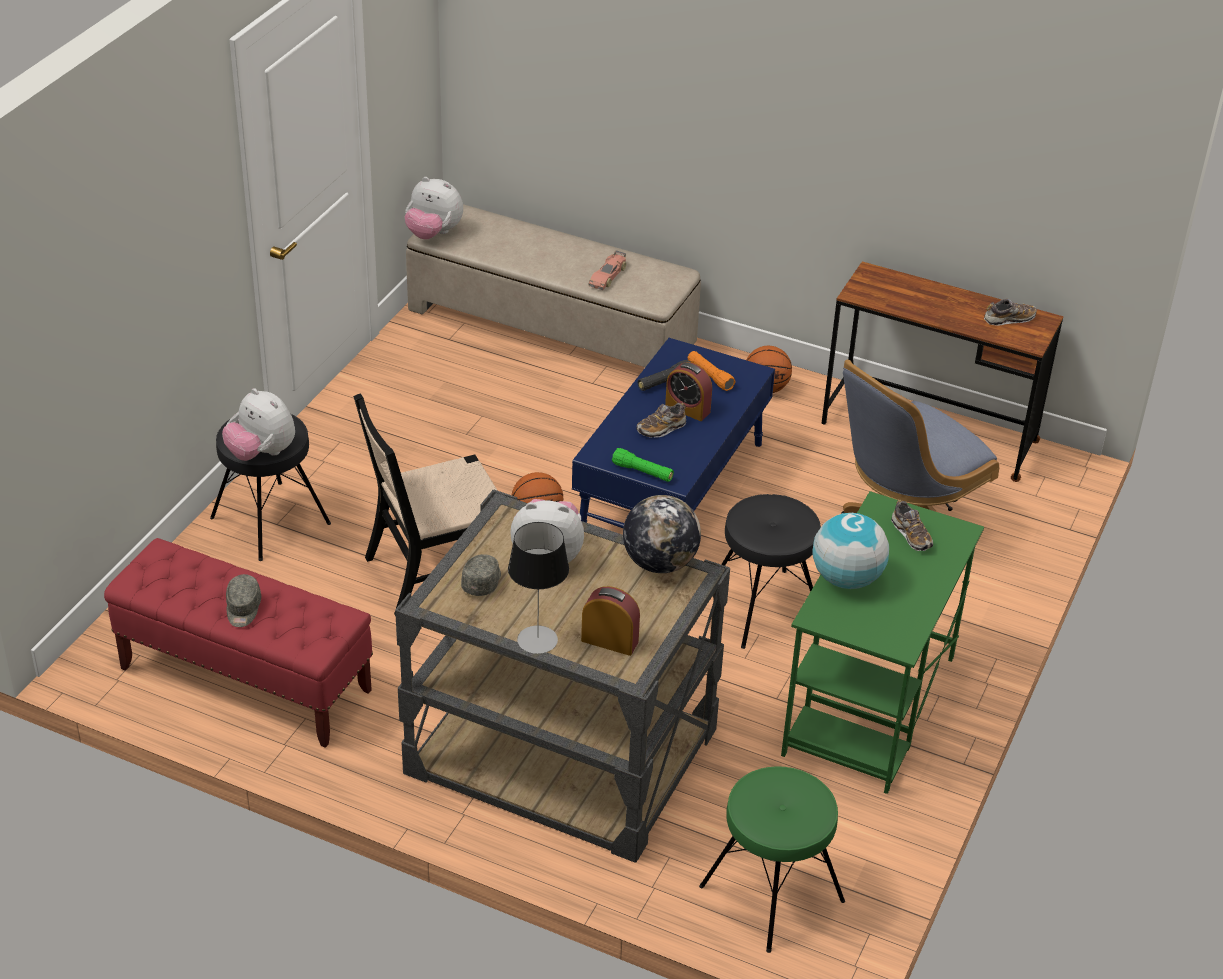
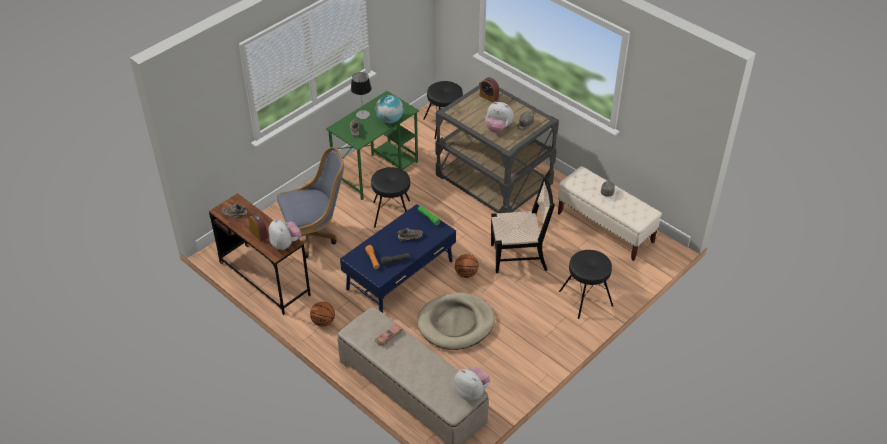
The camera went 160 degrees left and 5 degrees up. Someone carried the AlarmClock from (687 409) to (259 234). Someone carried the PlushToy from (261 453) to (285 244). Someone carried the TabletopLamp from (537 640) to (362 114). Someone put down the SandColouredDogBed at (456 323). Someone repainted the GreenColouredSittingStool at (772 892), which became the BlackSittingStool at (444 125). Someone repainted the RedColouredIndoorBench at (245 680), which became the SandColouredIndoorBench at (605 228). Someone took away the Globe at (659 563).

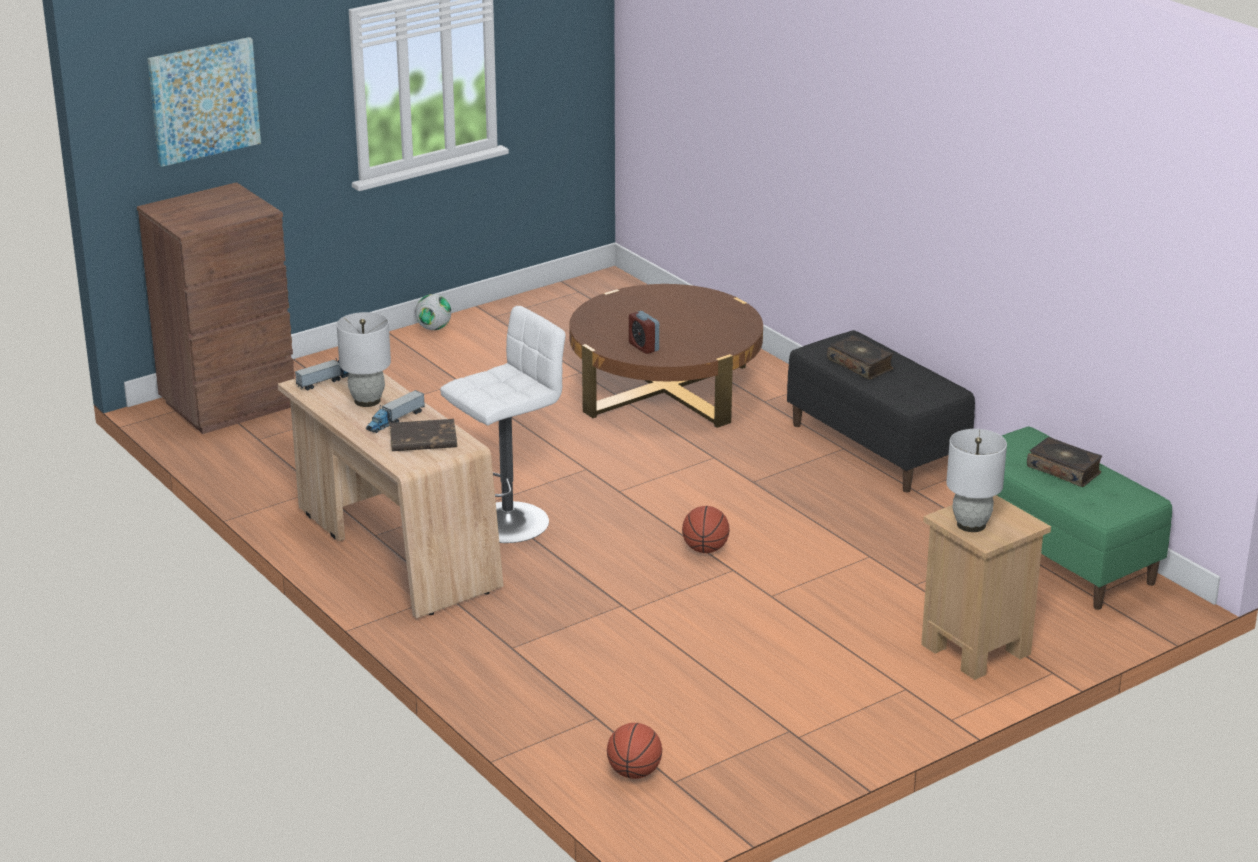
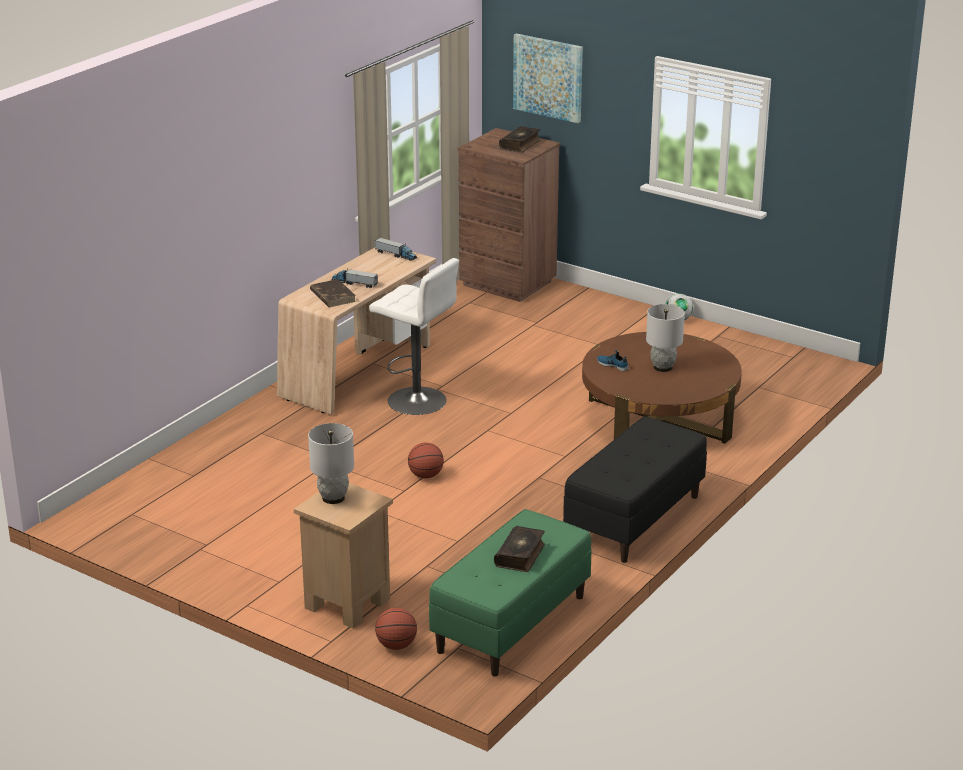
The camera went 70 degrees right and 0 degrees up. Someone carried the Basketball from (634 773) to (396 645). Someone carried the Volume from (860 364) to (520 145). Someone swapped the AlarmClock at (643 347) for the LowShoe at (613 365). Someone carried the WhiteColouredTabletopLamp from (367 401) to (663 367).

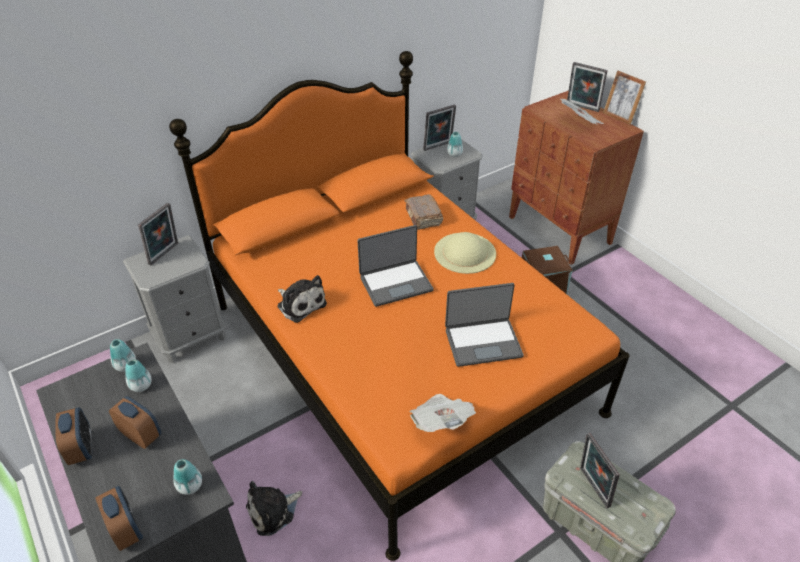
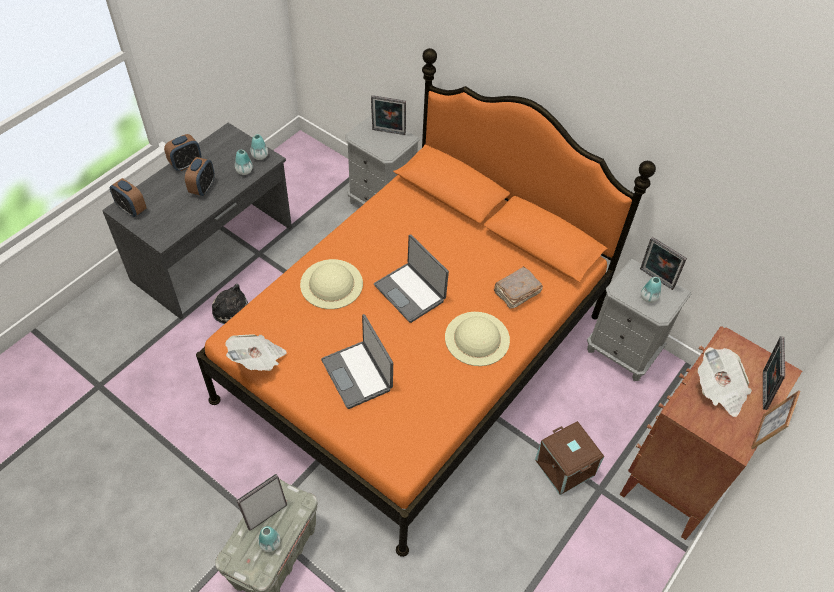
The camera went 70 degrees right and 10 degrees up. Someone rotated the AlarmClock at (127 530) by 90 degrees clockwise. Someone carried the DecorativeVase from (190 486) to (270 543). Someone put down the SandColouredWearableHat at (331 284). Someone took away the PlushToy at (300 304).

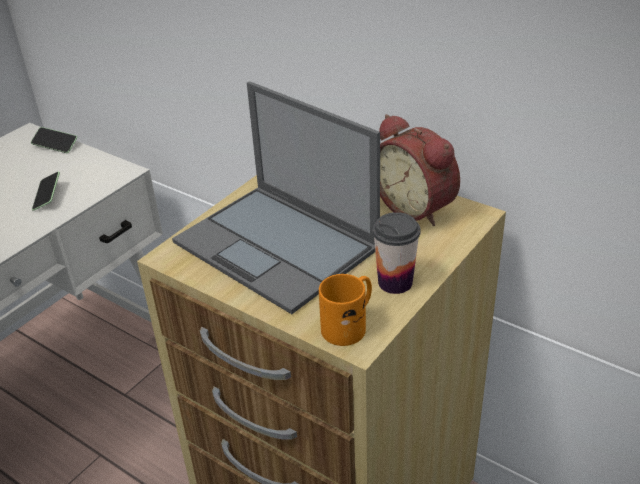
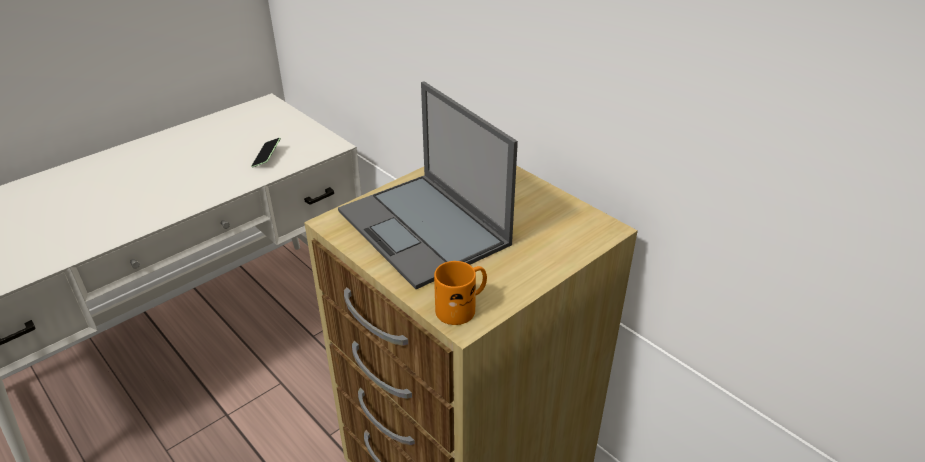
The camera went 10 degrees right and 0 degrees up. Someone took away the Telephone at (55 146). Someone took away the SmallCup at (395 282). Someone took away the AlarmClock at (417 207).

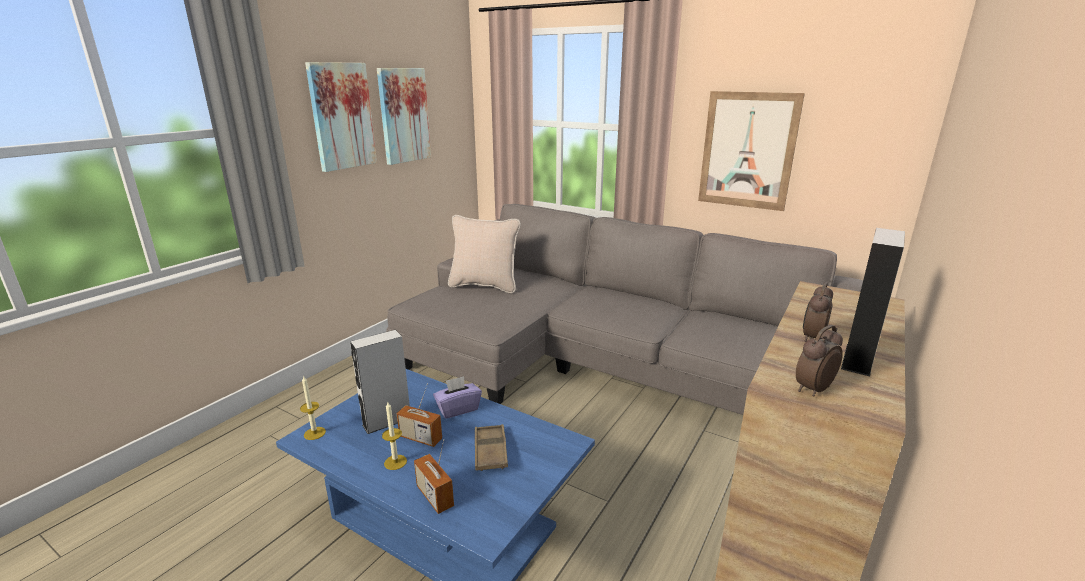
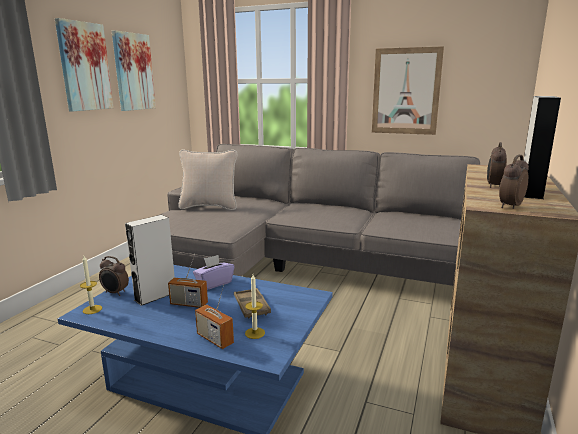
The camera went 10 degrees left and 5 degrees down. Someone put down the AlarmClock at (115 293). Someone carried the WaxCandle from (395 462) to (255 333).

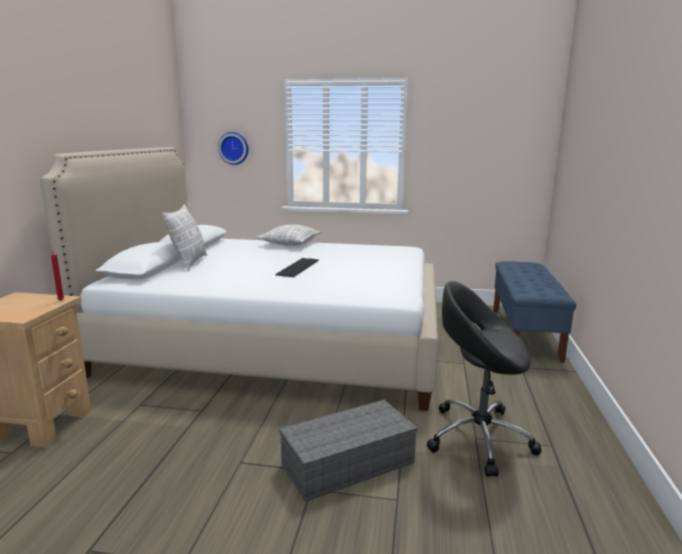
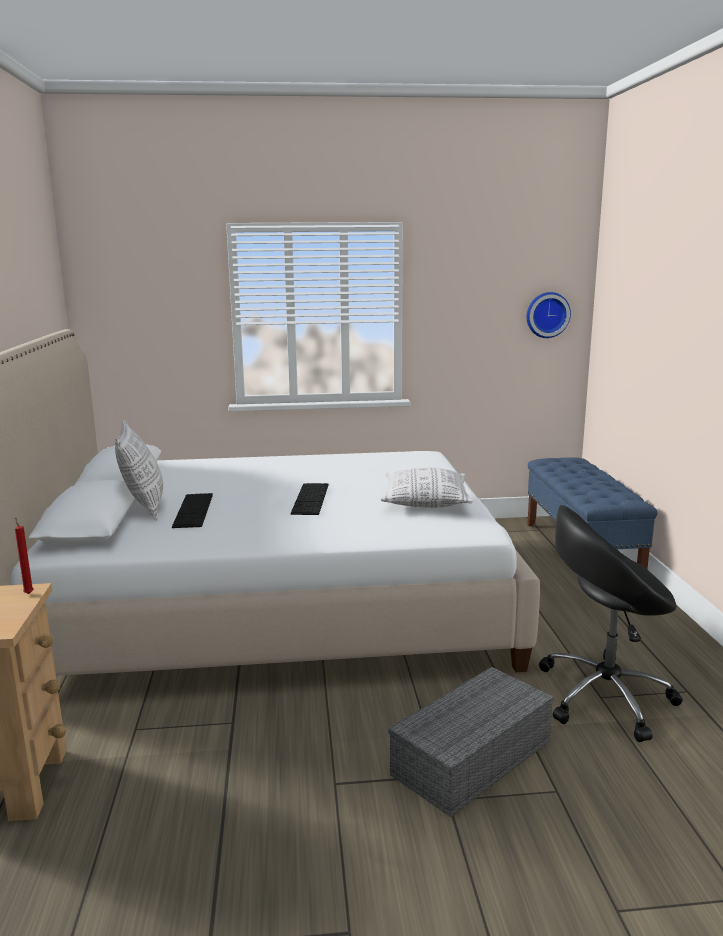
The camera went 15 degrees left and 0 degrees up. Someone put down the Keyboard at (193 510). Someone carried the ThrowPillow from (290 244) to (425 502). Someone carried the HangingClock from (234 148) to (547 314).

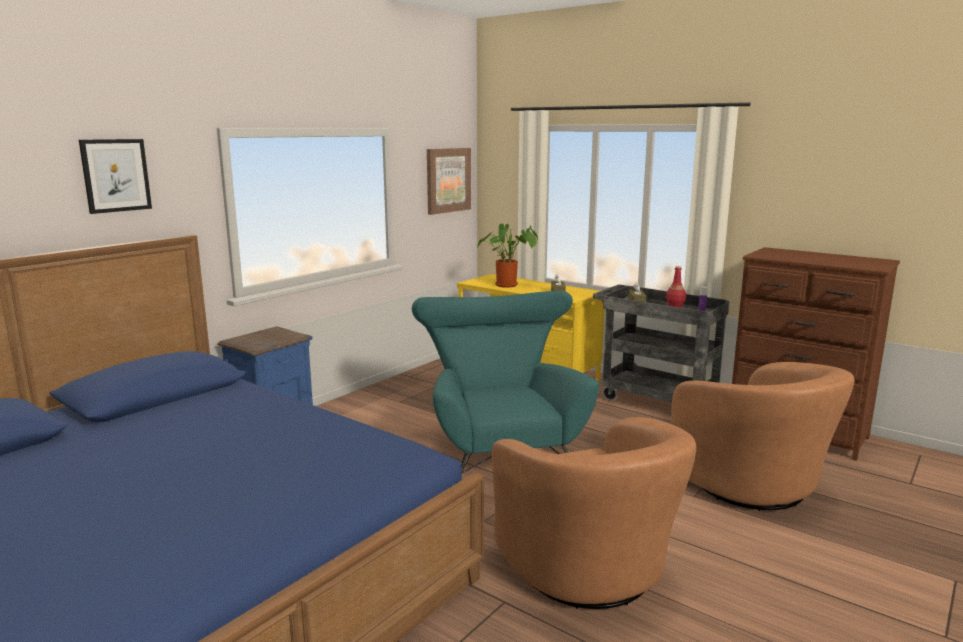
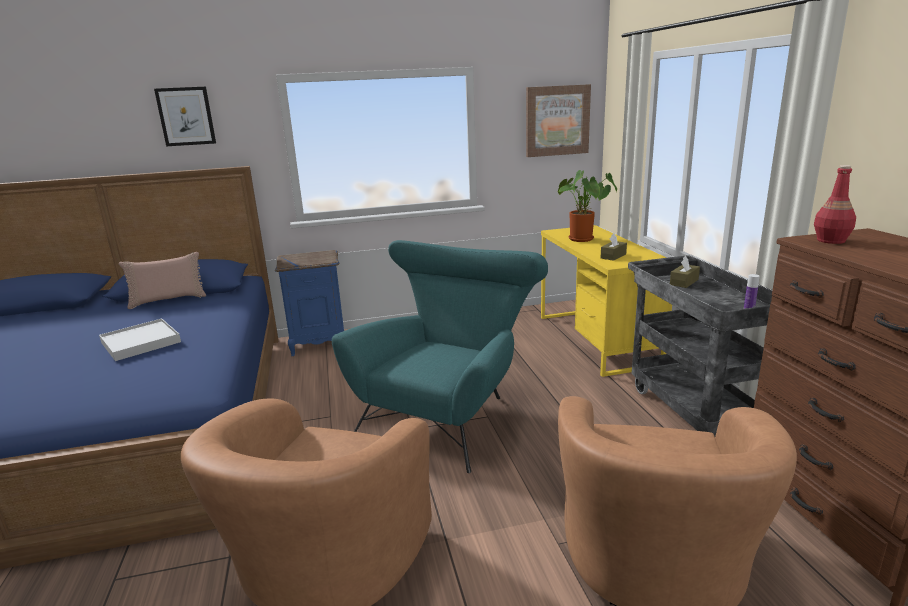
The camera went 40 degrees right and 5 degrees up. Someone put down the WhiteColouredTray at (140 342). Someone put down the SandColouredThrowPillow at (168 300). Someone carried the RedColouredDrinkBottle from (675 306) to (830 240).

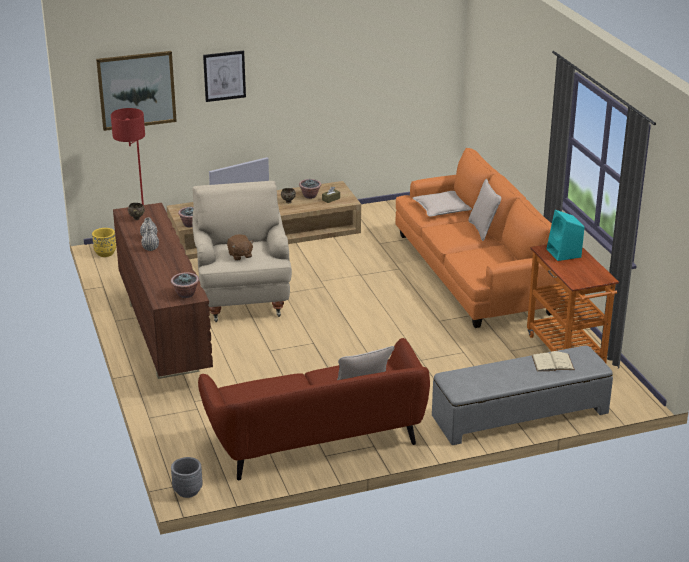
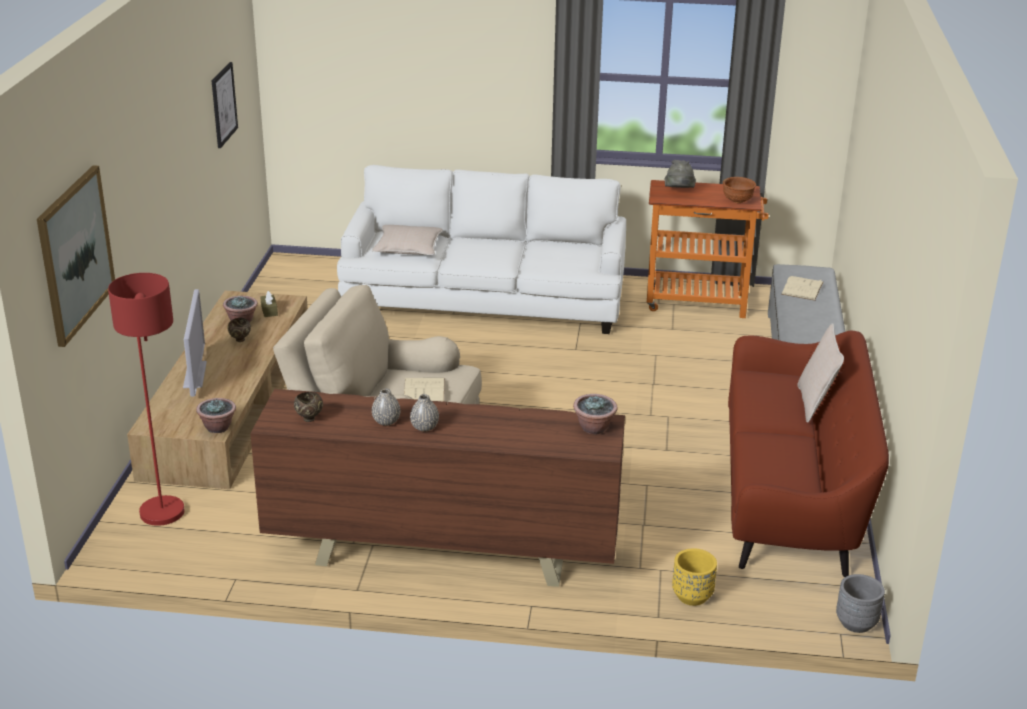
The camera went 65 degrees left and 0 degrees up. Someone carried the WallPicture from (224 76) to (223 104). Someone repainted the OrangeColouredSettee at (472 273), which became the WhiteColouredSettee at (484 301). Someone swapped the BrownColouredPlushToy at (240 255) for the SandColouredVolume at (424 392). Someone swapped the TurquoiseSpeaker at (564 253) for the GrayWearableHat at (679 192). Someone carried the YellowColouredFlowerPot from (105 253) to (692 596). Someone put down the BrownColouredDeepDish at (737 201). Someone took away the SandColouredThrowPillow at (483 230).

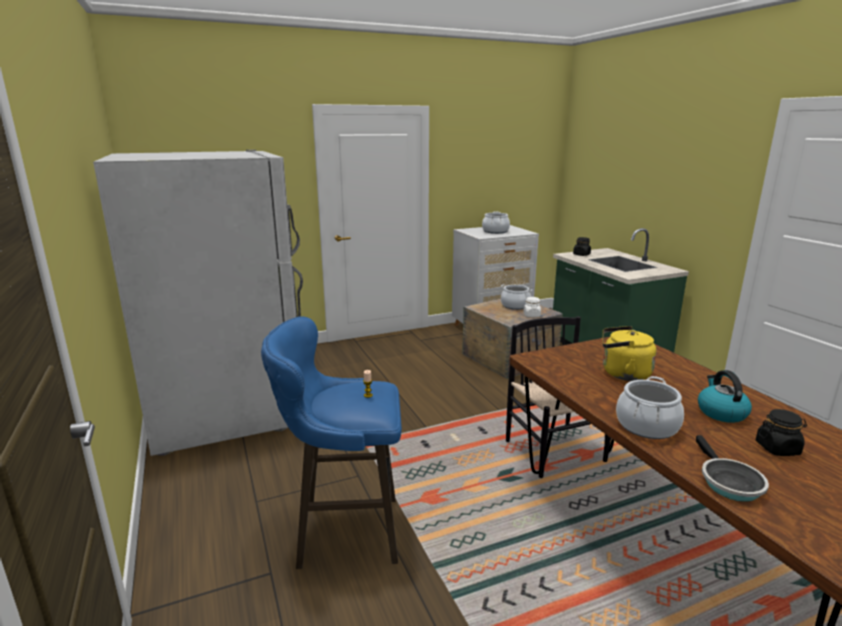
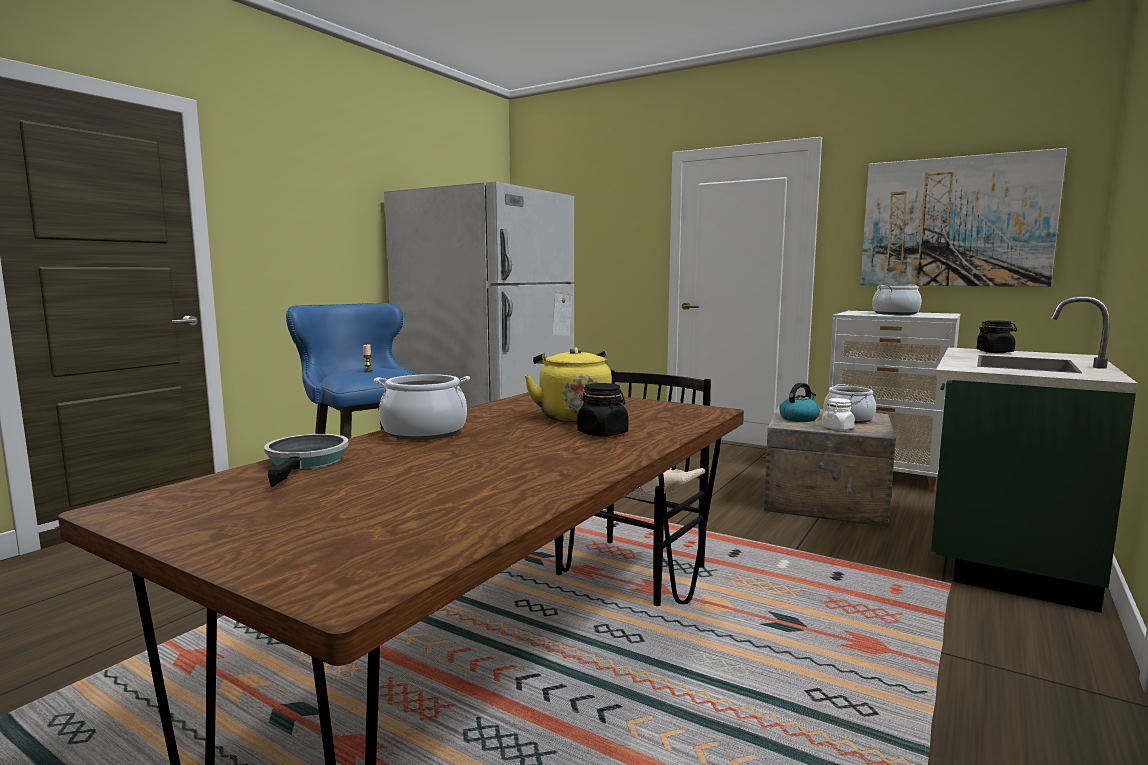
The camera went 55 degrees right and 10 degrees down. Someone rotated the Pan at (728 482) by 120 degrees clockwise. Someone carried the BlackPreserveJar from (777 448) to (603 433). Someone carried the WaterKettle from (721 412) to (799 418). Someone put up the WallPicture at (955 222).

